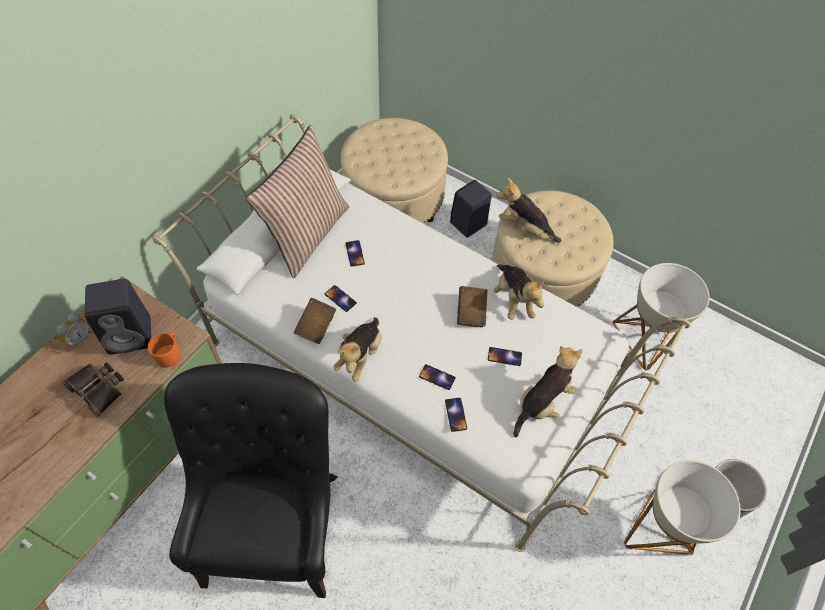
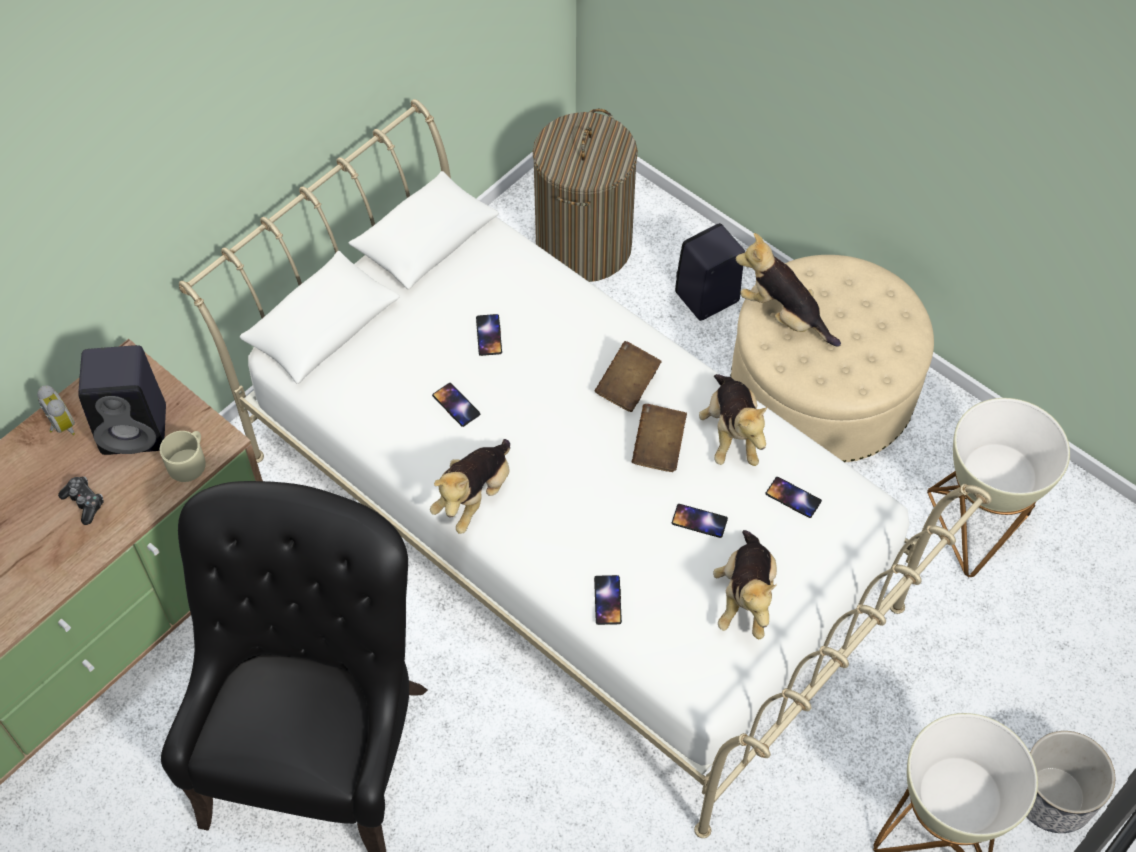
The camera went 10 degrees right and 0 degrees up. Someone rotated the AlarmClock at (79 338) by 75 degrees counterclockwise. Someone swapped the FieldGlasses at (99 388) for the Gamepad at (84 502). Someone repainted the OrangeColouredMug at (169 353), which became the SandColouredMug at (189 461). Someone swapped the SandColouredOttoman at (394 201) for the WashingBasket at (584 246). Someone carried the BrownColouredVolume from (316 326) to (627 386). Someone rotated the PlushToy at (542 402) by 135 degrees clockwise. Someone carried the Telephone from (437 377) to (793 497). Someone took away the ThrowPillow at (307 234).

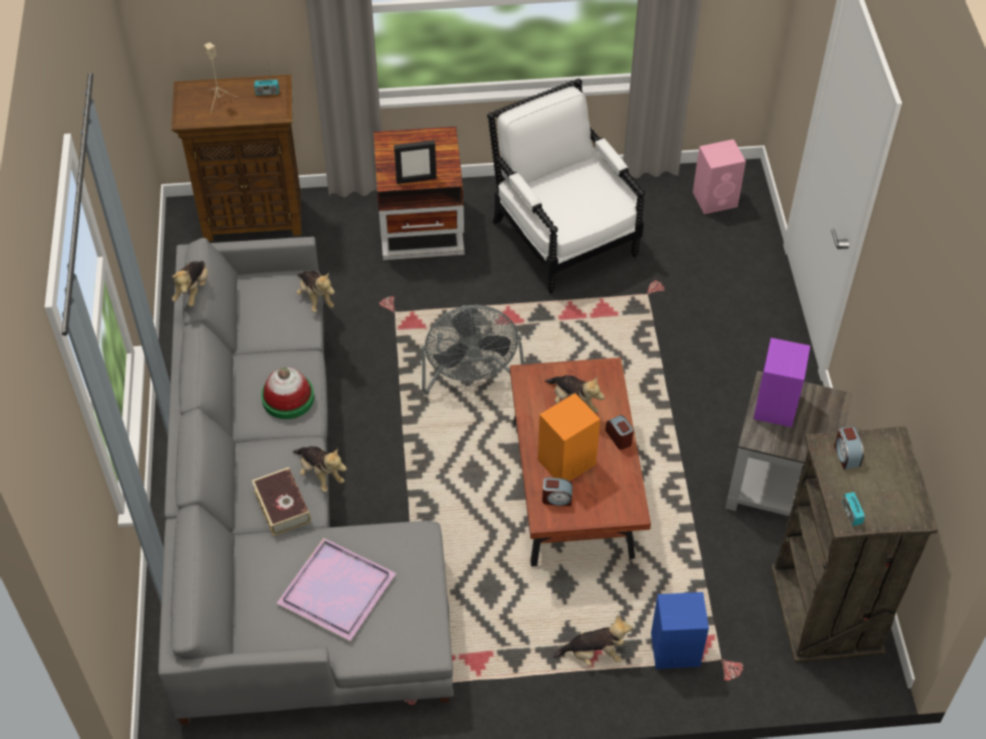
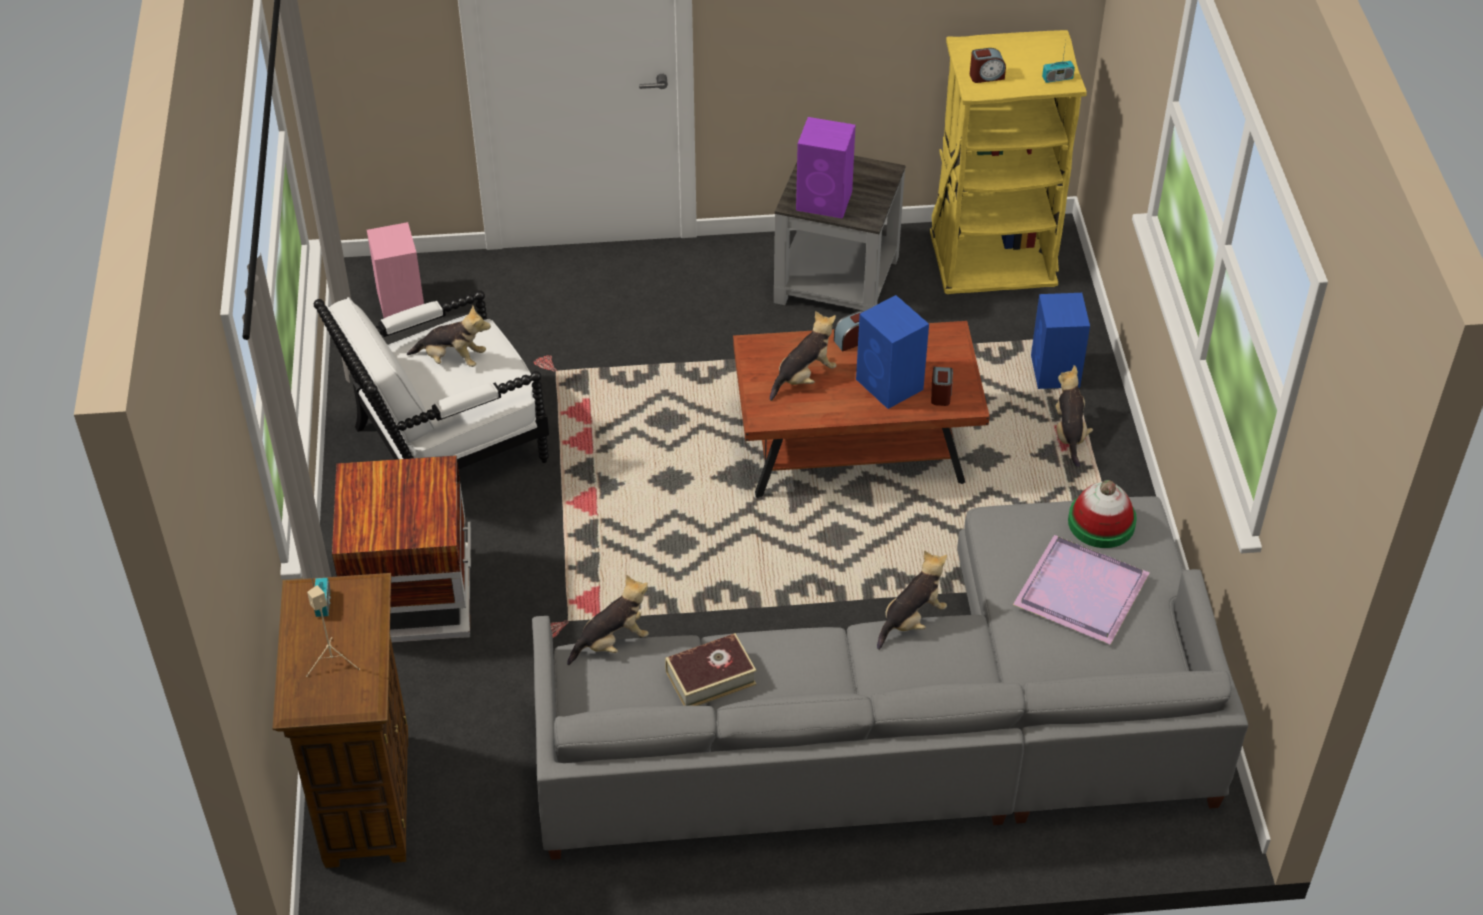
The camera went 90 degrees left and 5 degrees down. Someone carried the PlushToy from (193 290) to (452 359). Someone carried the Volume from (282 506) to (710 678). Someone repainted the OrangeColouredSpeaker at (565 463), which became the BlueSpeaker at (890 385). Someone repainted the BrownColouredBookshelf at (827 610), which became the YellowColouredBookshelf at (994 258). Someone carried the WearableHat from (288 398) to (1101 522). Someone took away the PhotoFrame at (416 179). Someone took away the GrayFan at (467 373).

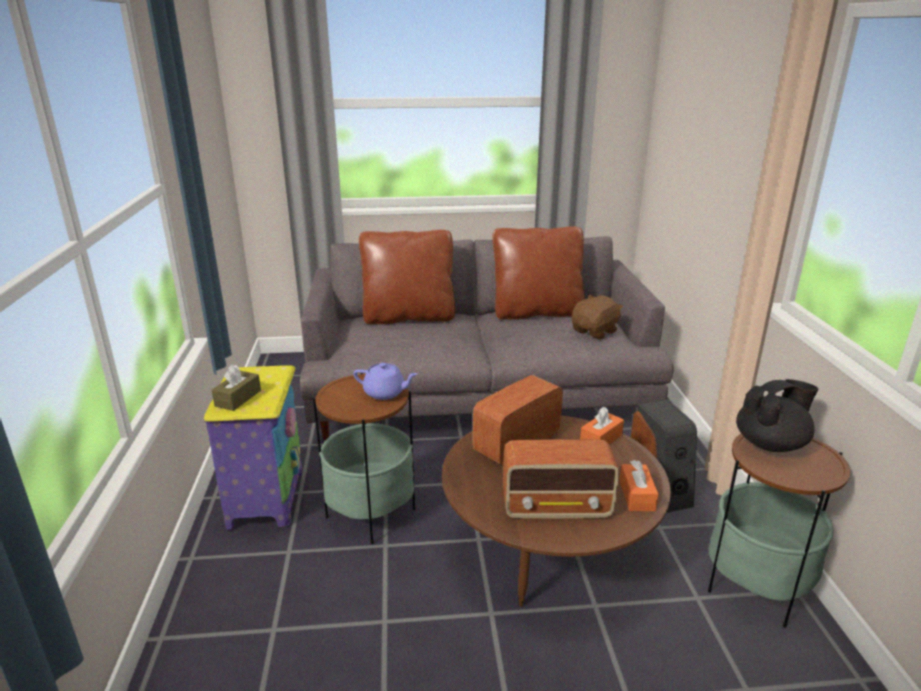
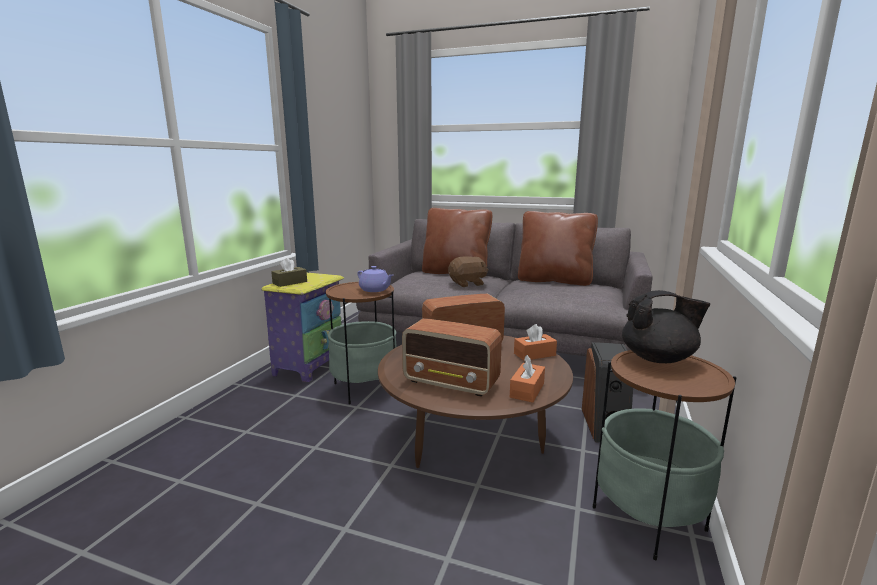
The camera went 25 degrees right and 10 degrees down. Someone carried the BrownColouredPlushToy from (595 332) to (467 284).

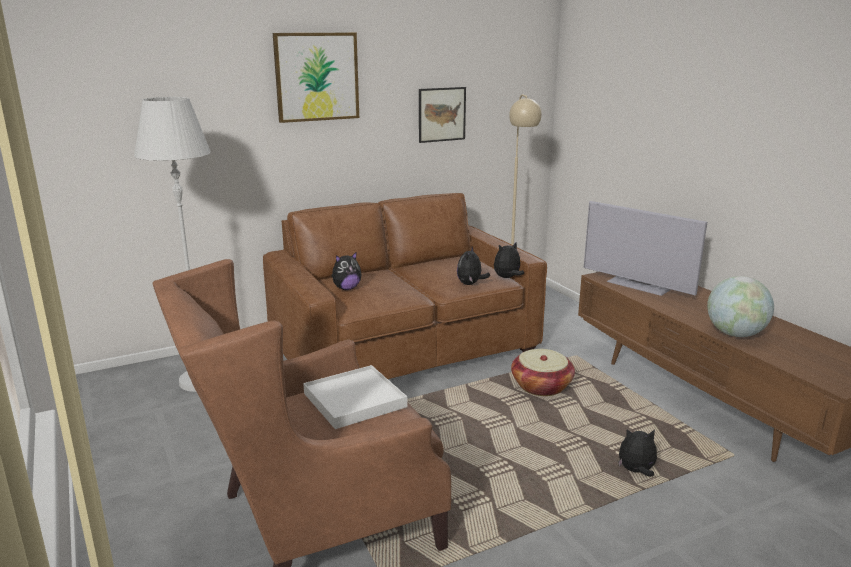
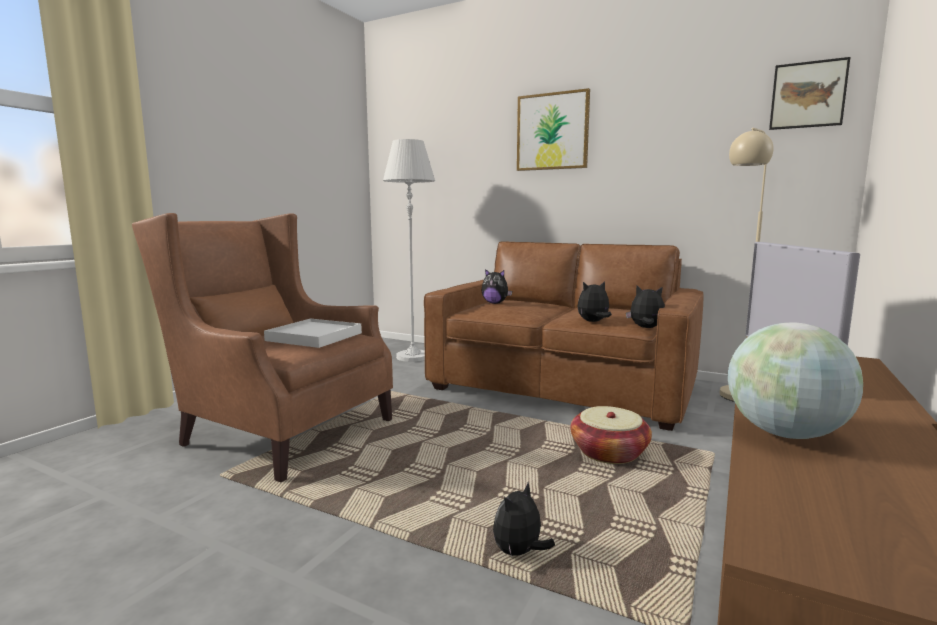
The camera went 55 degrees right and 10 degrees down. Someone rotated the PlushToy at (636 471) by 105 degrees counterclockwise. Someone carried the WallPicture from (441 114) to (808 95).

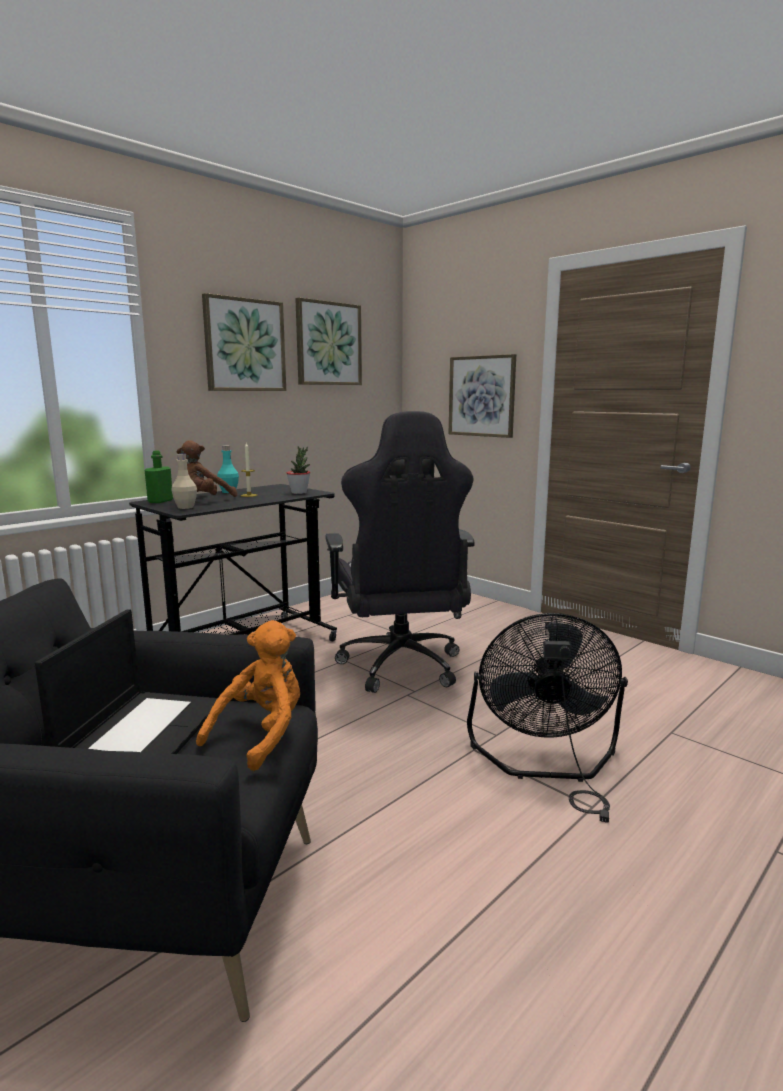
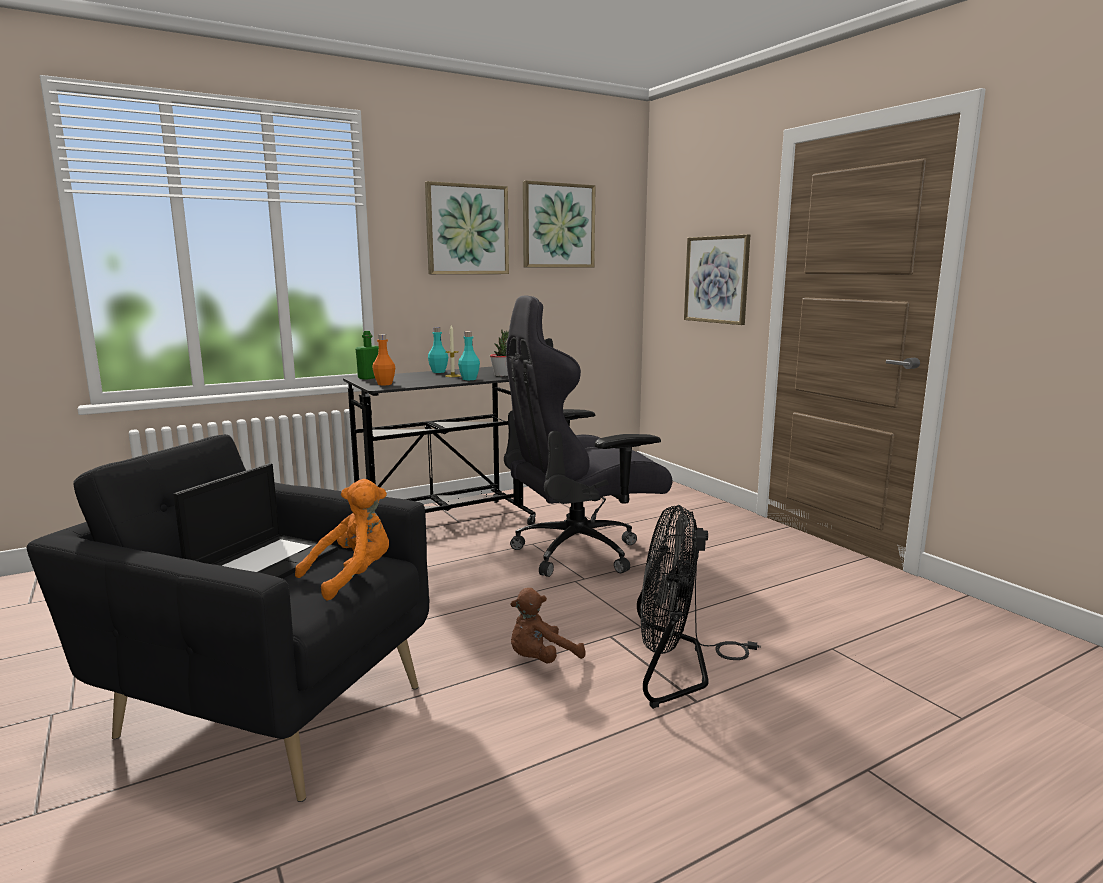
The camera went 15 degrees right and 0 degrees up. Someone repainted the SandColouredDrinkBottle at (185 507), which became the OrangeColouredDrinkBottle at (384 384). Someone put down the TurquoiseDrinkBottle at (469 379). Someone rotated the BlackDeskChair at (398 663) by 60 degrees clockwise. Someone carried the BrownColouredPlushToy from (203 500) to (541 659). Someone rotated the BlackFan at (552 766) by 105 degrees counterclockwise.

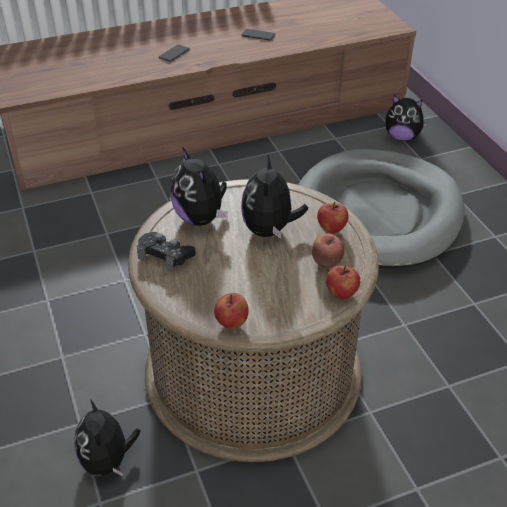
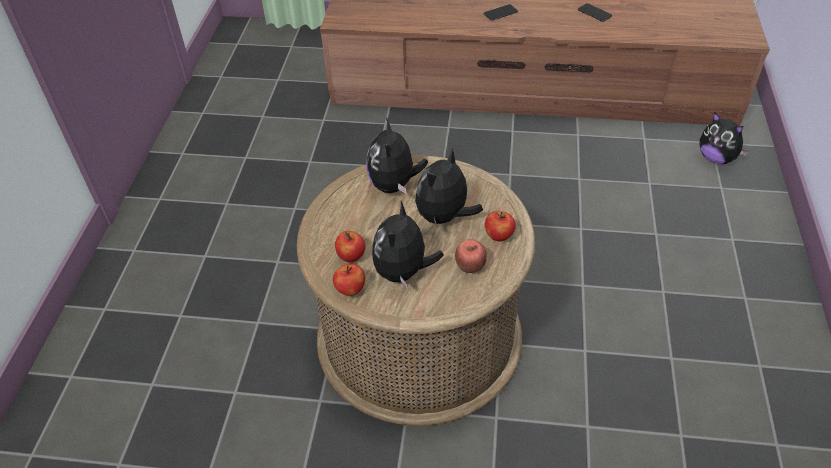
The camera went 30 degrees right and 5 degrees up. Someone carried the AppleFruit from (341 293) to (351 256). Someone carried the PlushToy from (108 461) to (403 272). Someone took away the BlackGamepad at (165 255). Someone took away the GrayDogBed at (376 213).

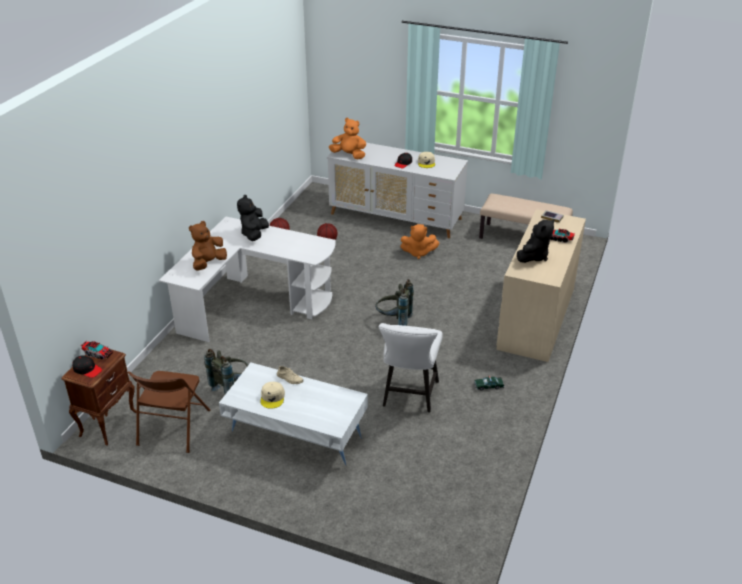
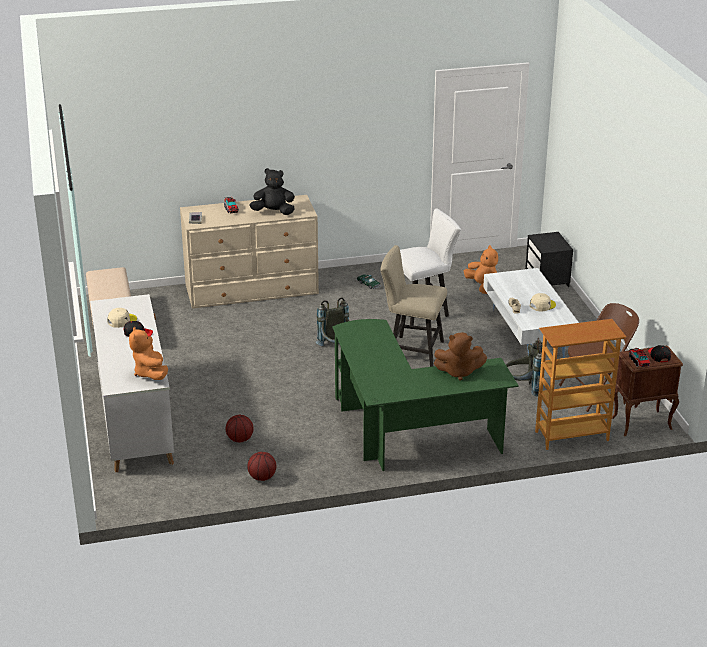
The camera went 125 degrees left and 5 degrees down. Someone repainted the WhiteColouredDesk at (251 303), which became the GreenColouredDesk at (405 434). Someone put down the SandColouredChair at (411 350). Someone carried the OrangeColouredPlushToy from (418 253) to (482 287). Someone put down the BlackNightstand at (547 280). Someone put down the Bookshelf at (572 436). Someone took away the BlackPlushToy at (254 234).

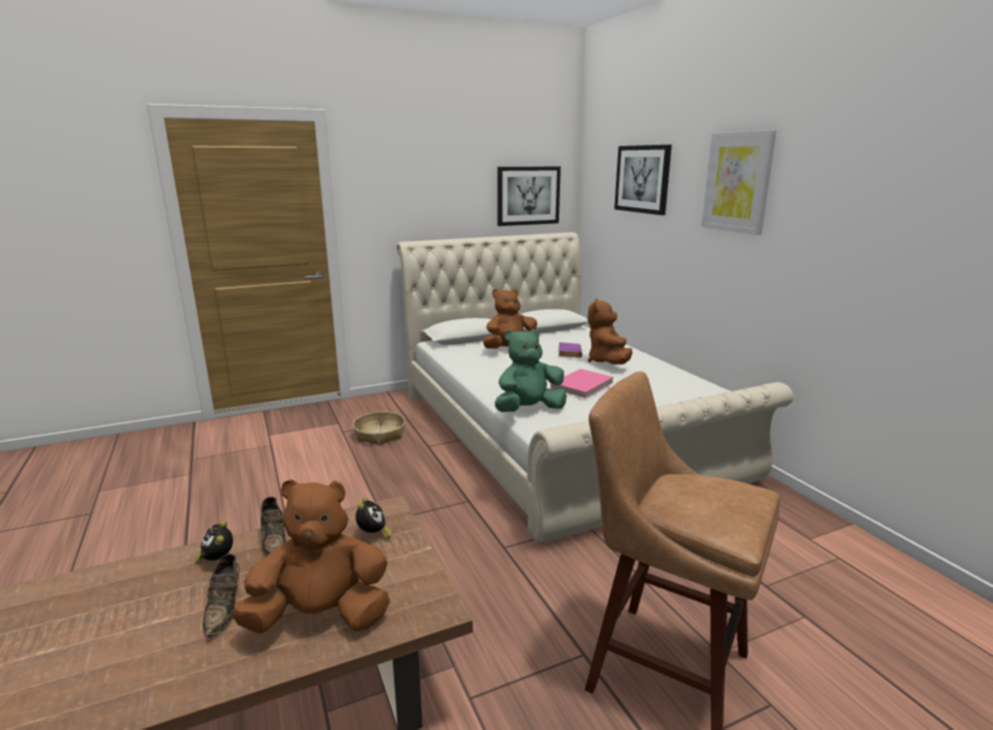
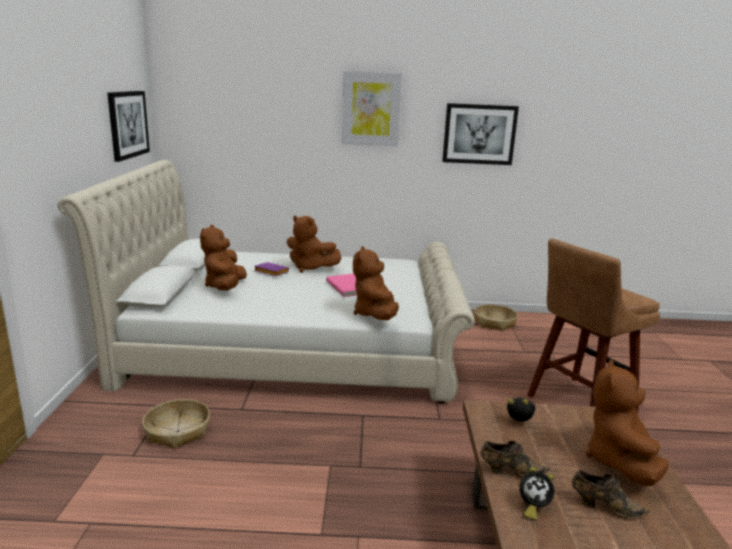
The camera went 65 degrees left and 0 degrees up. Someone repainted the GreenColouredPlushToy at (528 410), which became the BrownColouredPlushToy at (375 315). Someone carried the WallPicture from (642 179) to (479 134). Someone put down the Basket at (494 323).

